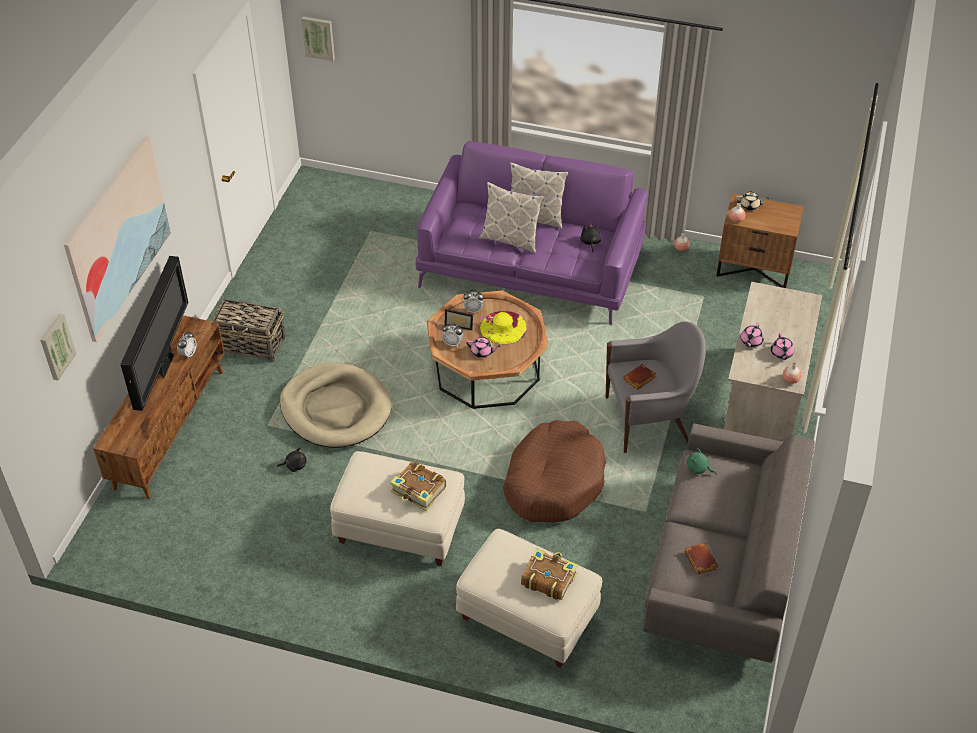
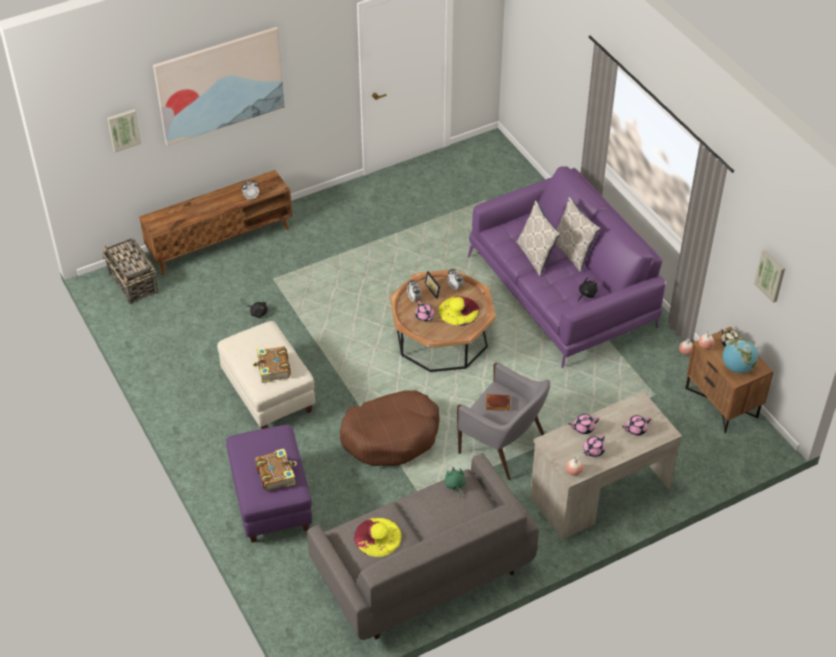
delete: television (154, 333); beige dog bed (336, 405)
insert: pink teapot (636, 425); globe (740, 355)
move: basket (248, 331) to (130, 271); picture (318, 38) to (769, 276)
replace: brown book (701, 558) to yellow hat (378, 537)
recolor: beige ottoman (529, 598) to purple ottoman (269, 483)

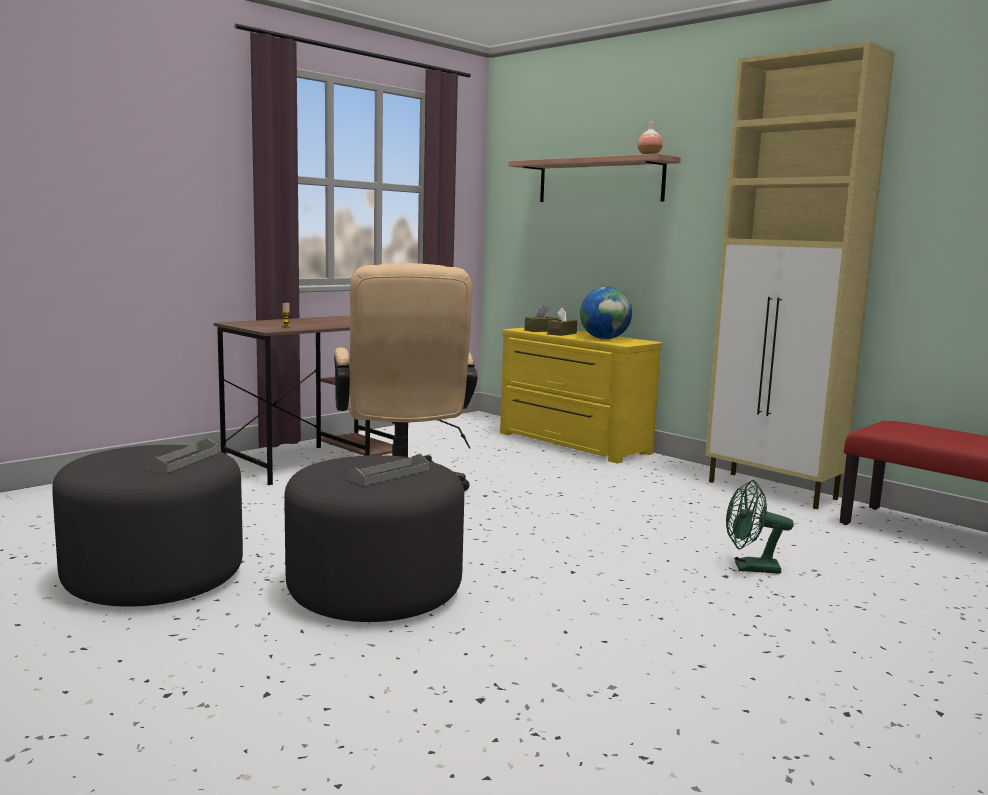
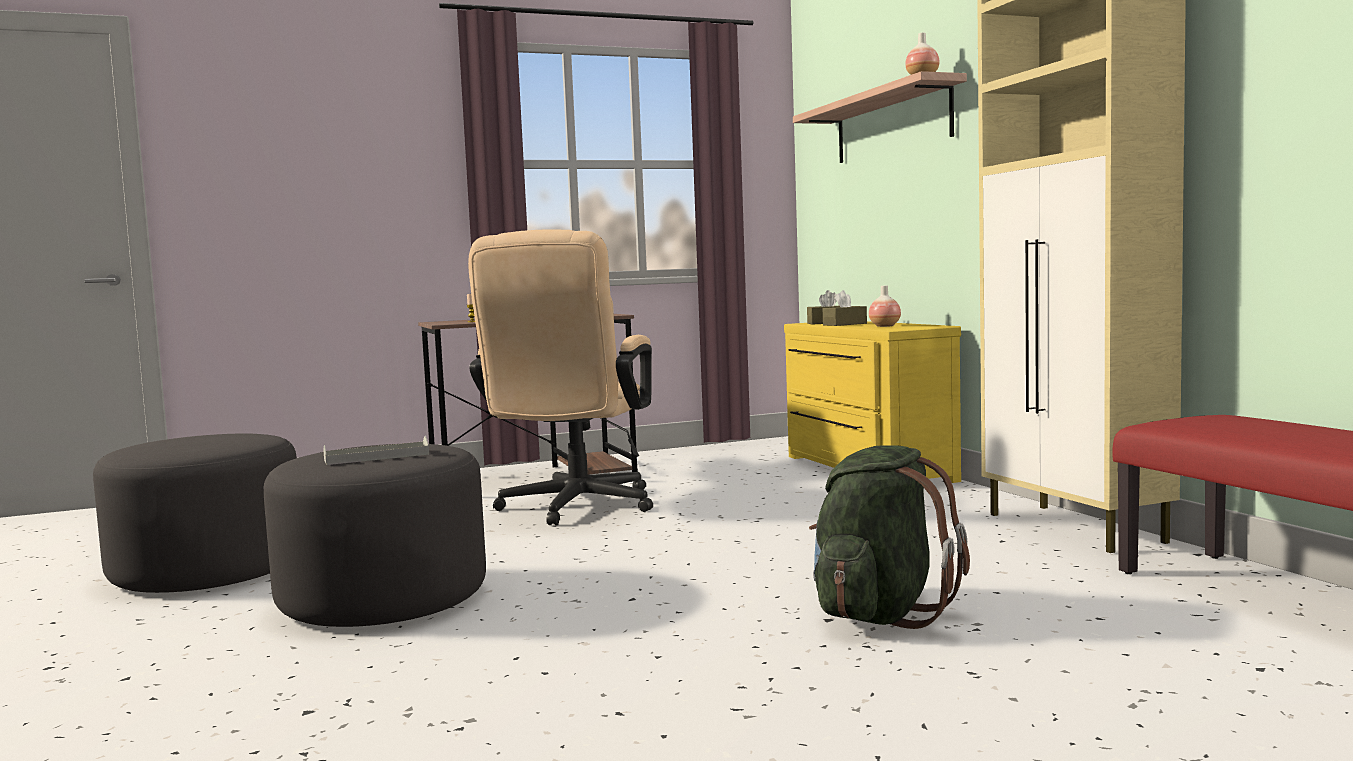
delete: grey tray (181, 455)
replace: globe (606, 313) to vase (885, 306); green fan (760, 527) to green backpack (889, 537)

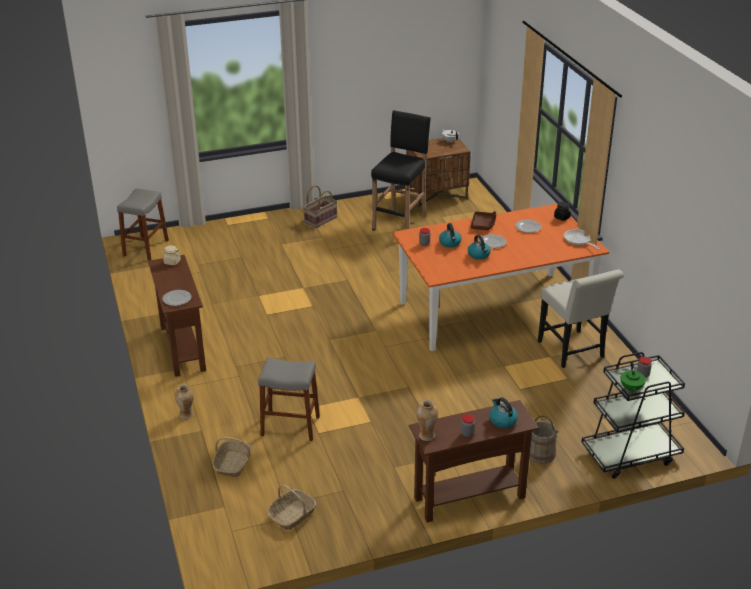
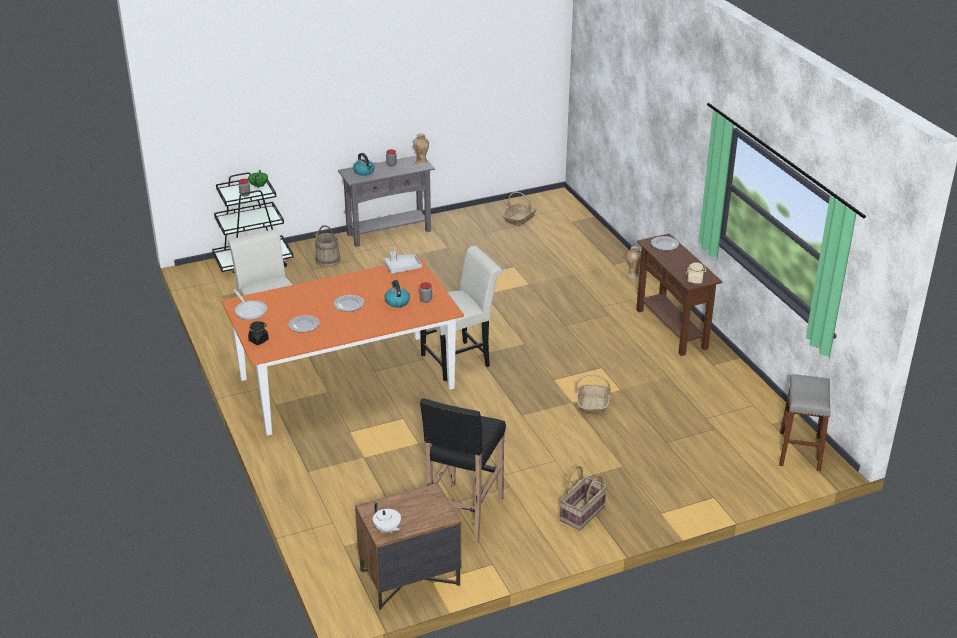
delete: grey stool (289, 399); kettle (479, 247); brown tray (483, 220)
insert: grey tray (403, 262); white chair (461, 313)
move: basket (232, 457) to (593, 394)
recolor: brown console table (474, 461) to grey console table (386, 201)

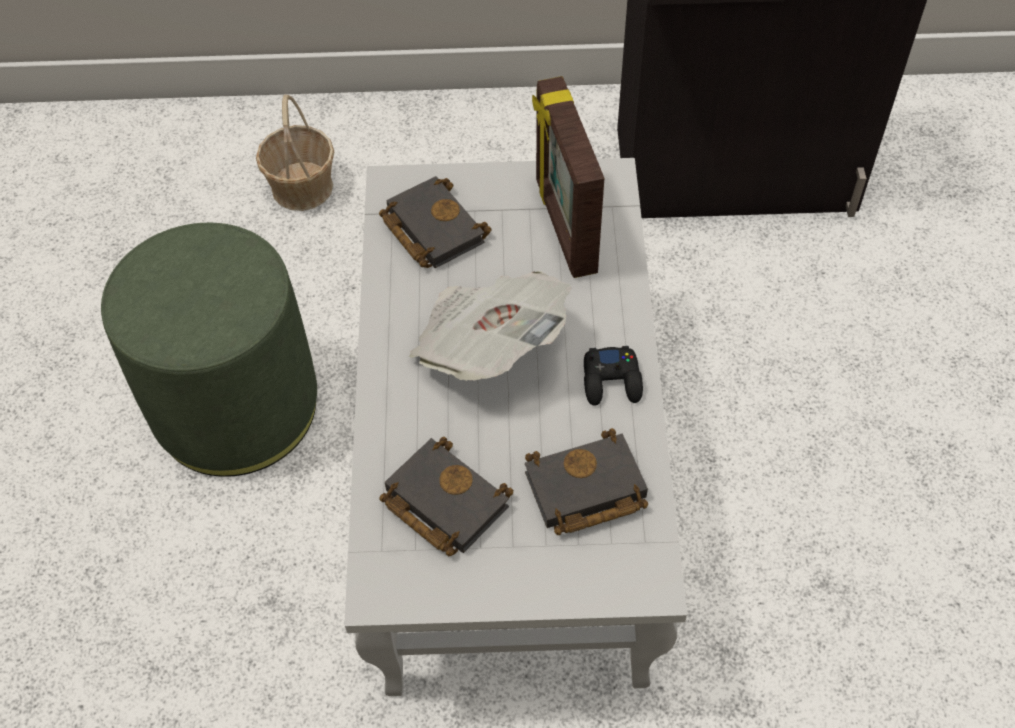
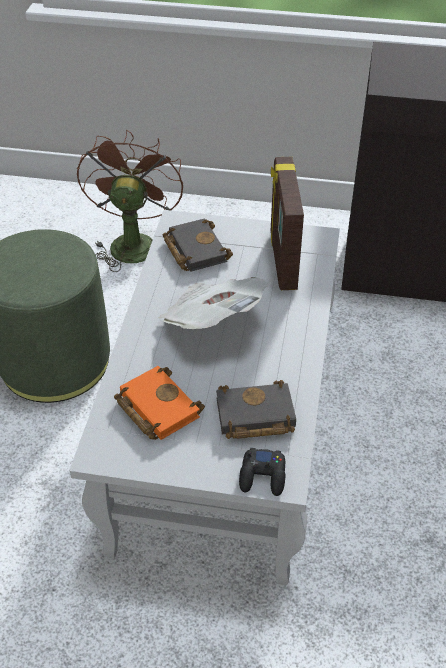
move: black game controller (613, 376) to (262, 472)
replace: basket (295, 153) to brown fan (130, 201)
recolor: black book (446, 496) to orange book (159, 403)

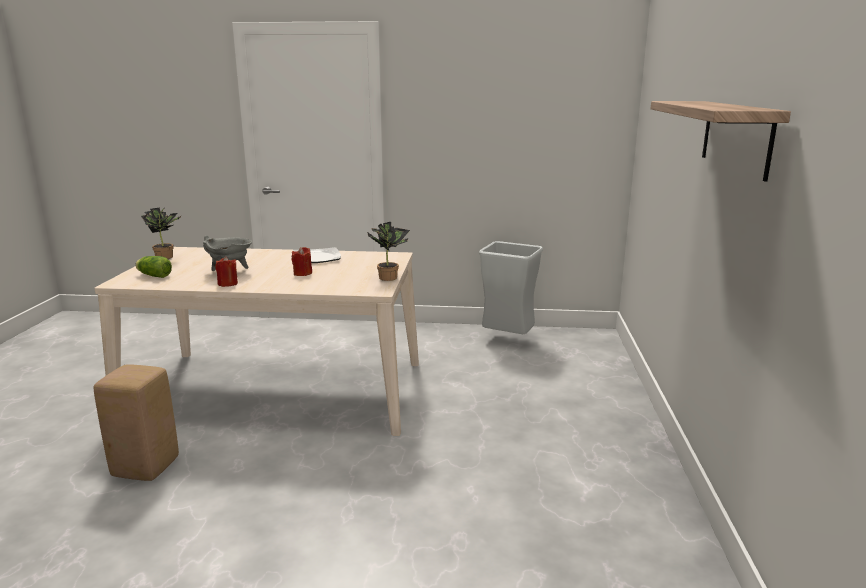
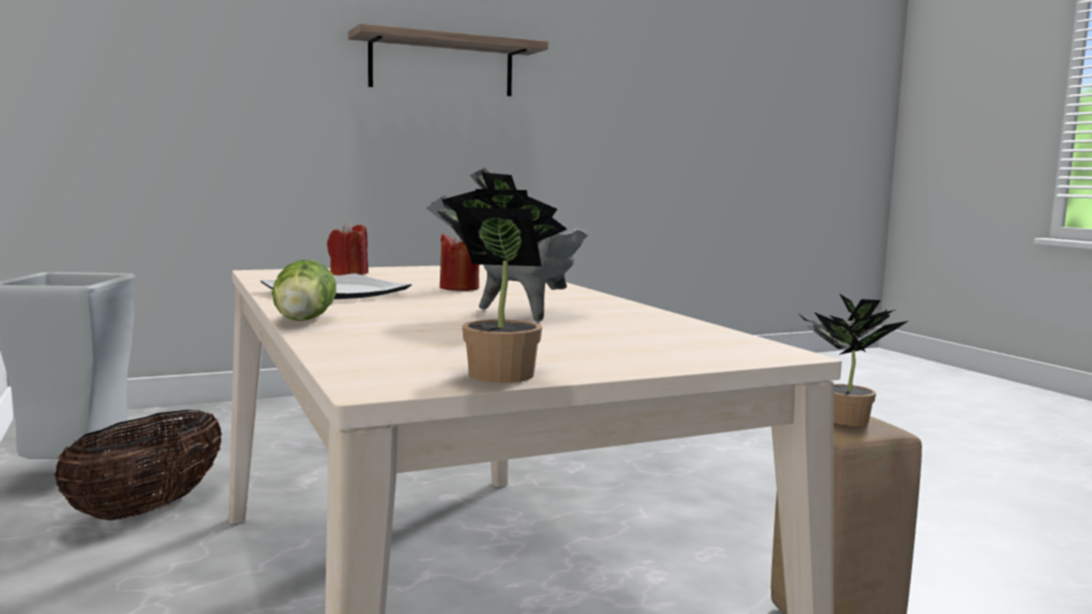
insert: basket (138, 465)
move: lettuce (153, 267) to (304, 290); red candle (226, 271) to (347, 248); potted plant (388, 251) to (852, 360)

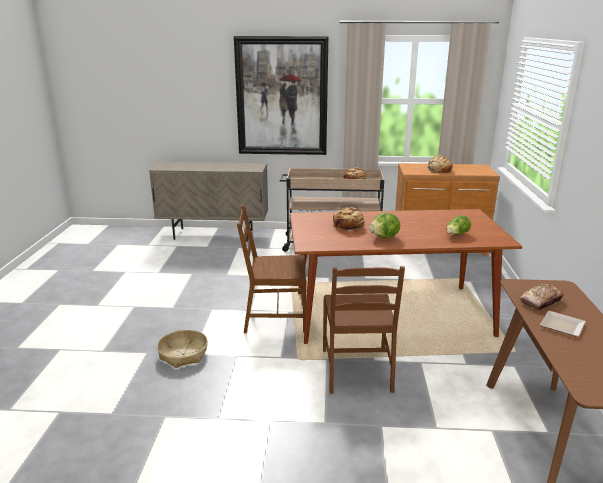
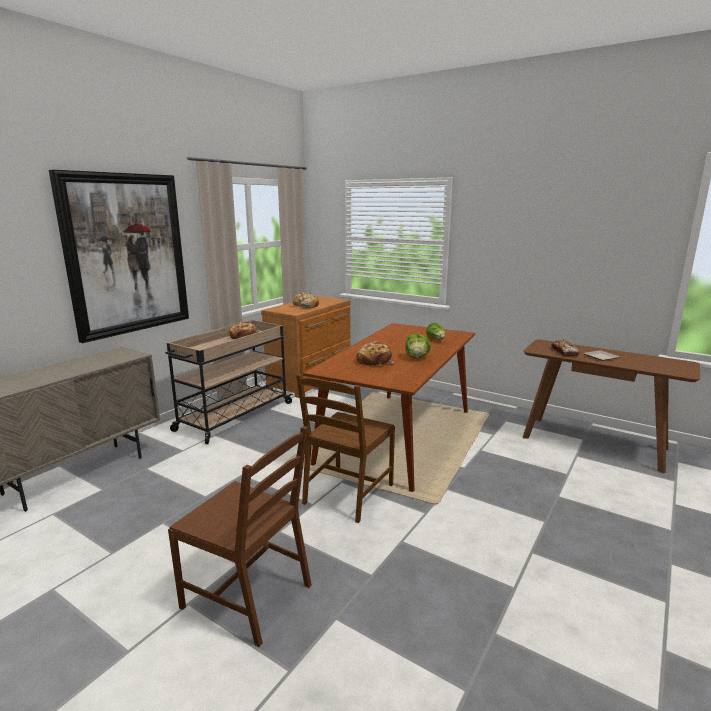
delete: basket (182, 349)
move: brown chair (364, 330) to (239, 536)

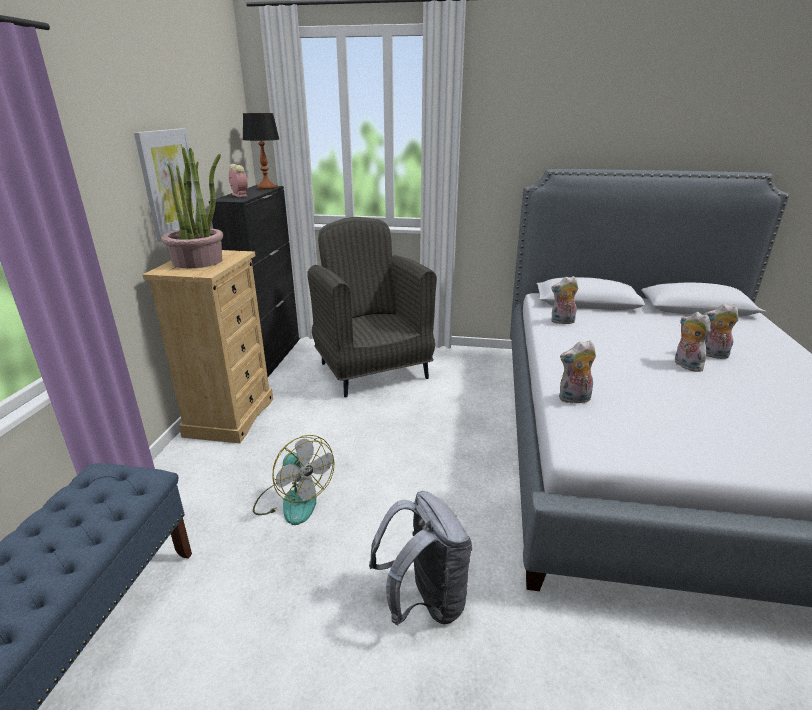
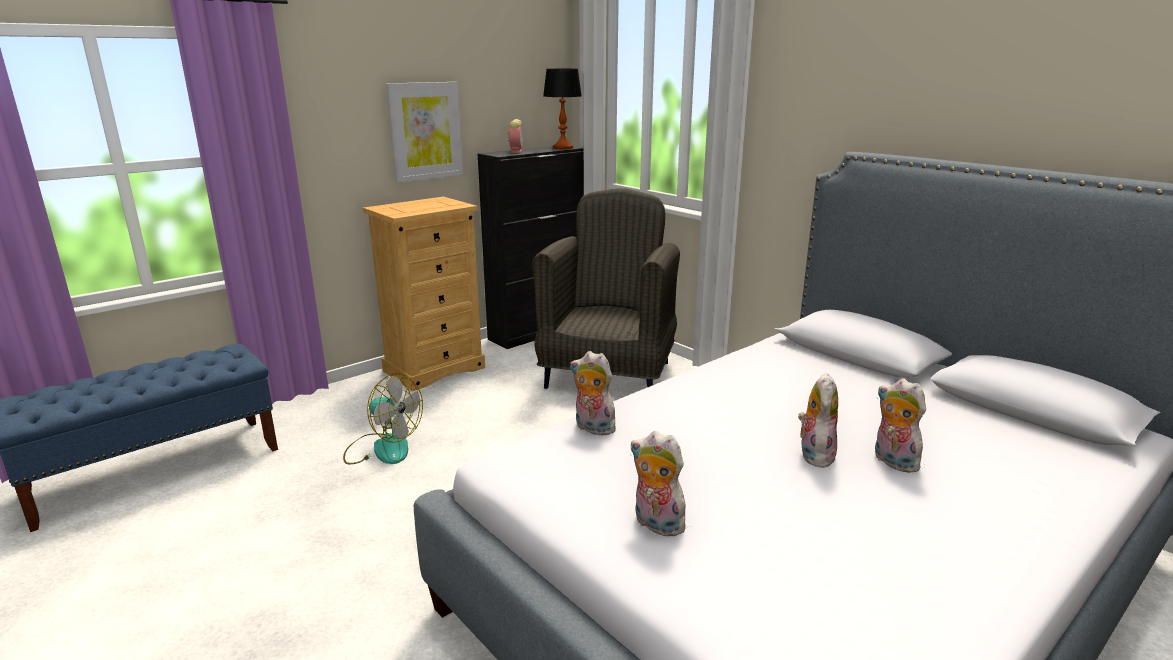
delete: potted plant (192, 208); grey backpack (420, 558)
move: plush toy (564, 300) to (661, 484)
rotate: fan (293, 480) = (383, 418) 60 degrees counterclockwise

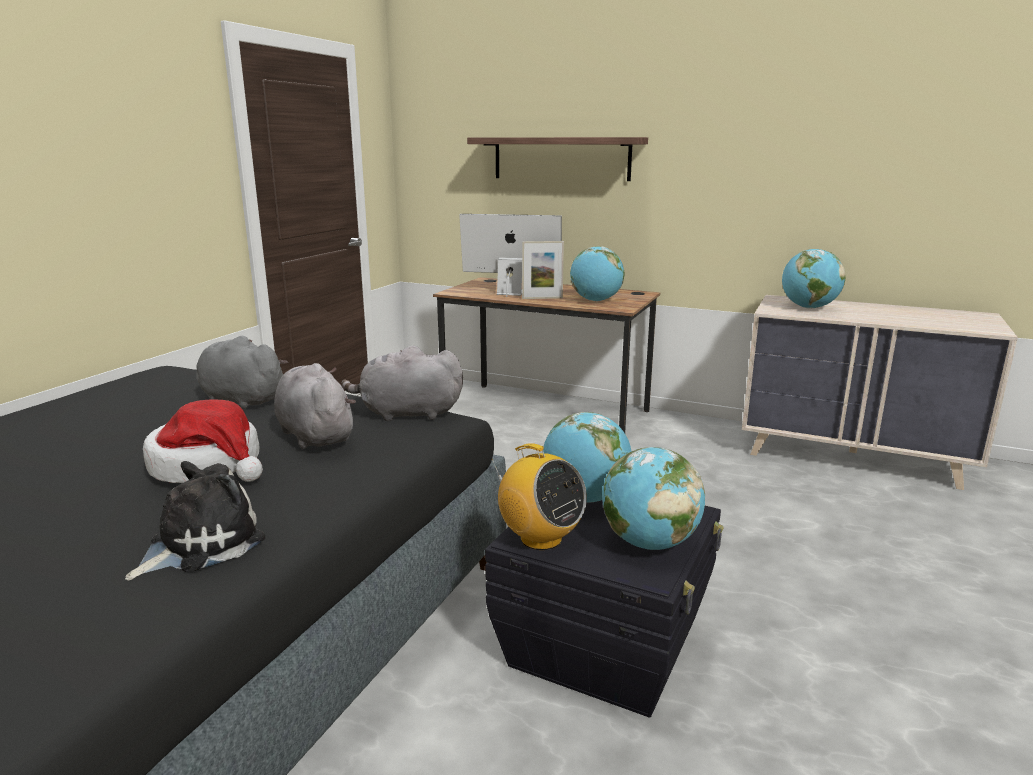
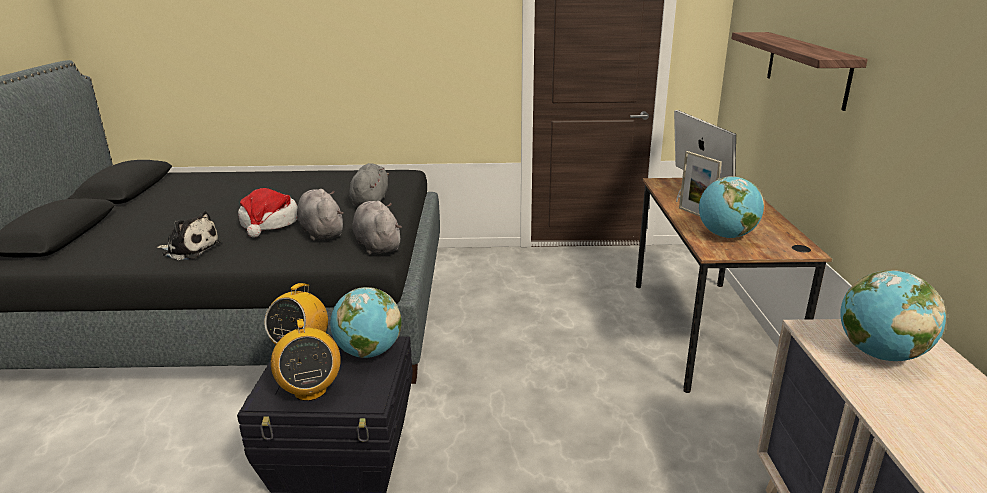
replace: globe (653, 498) to radio (306, 360)
rotate: grey plush toy (315, 406) = (320, 215) 60 degrees counterclockwise

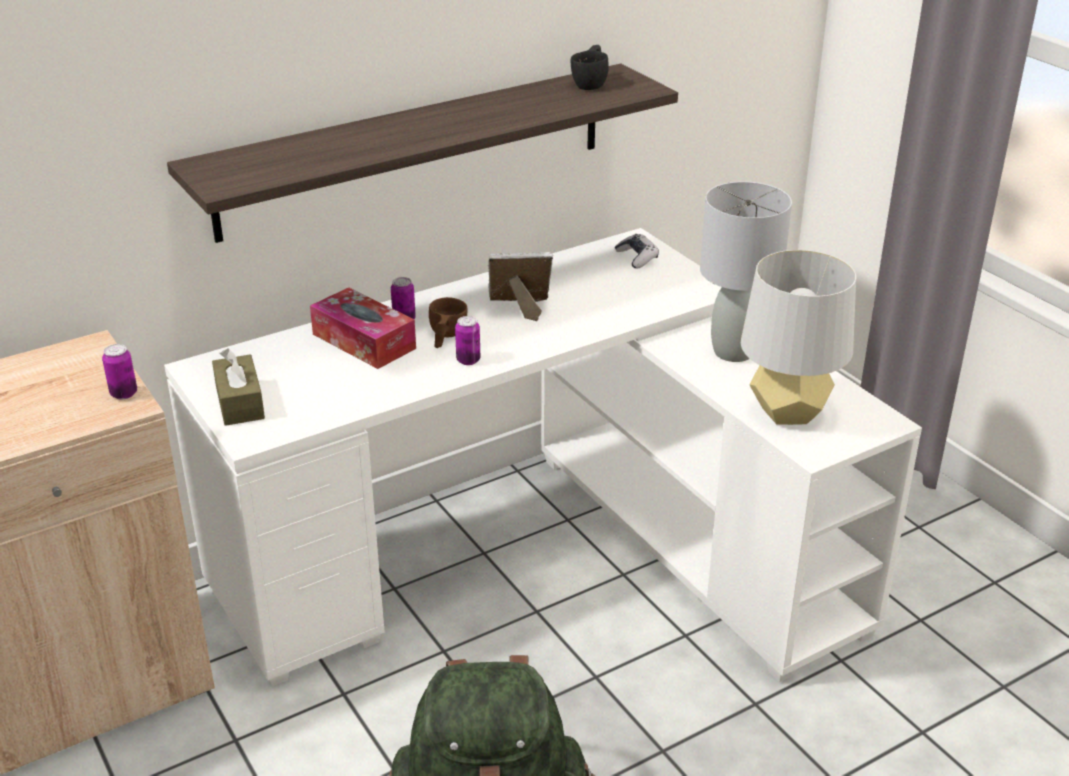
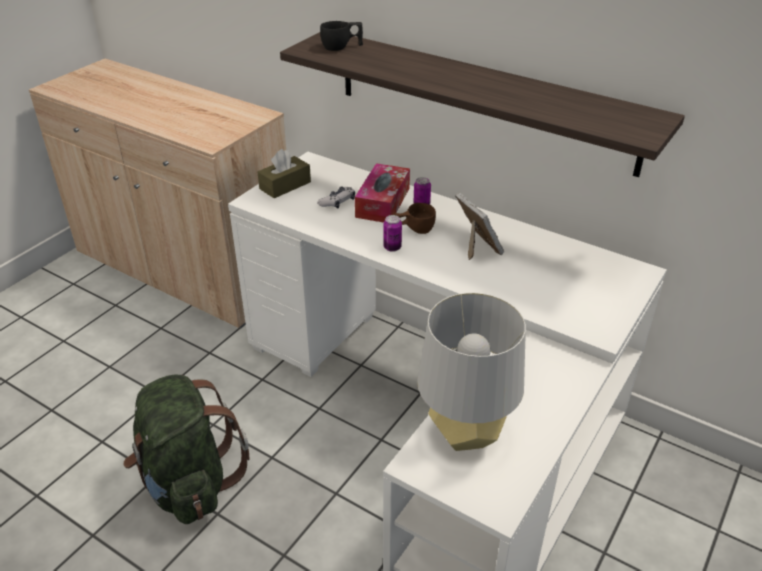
delete: can (119, 371); grey table lamp (746, 271)
move: black cup (590, 67) to (341, 36); game controller (637, 251) to (336, 198)

